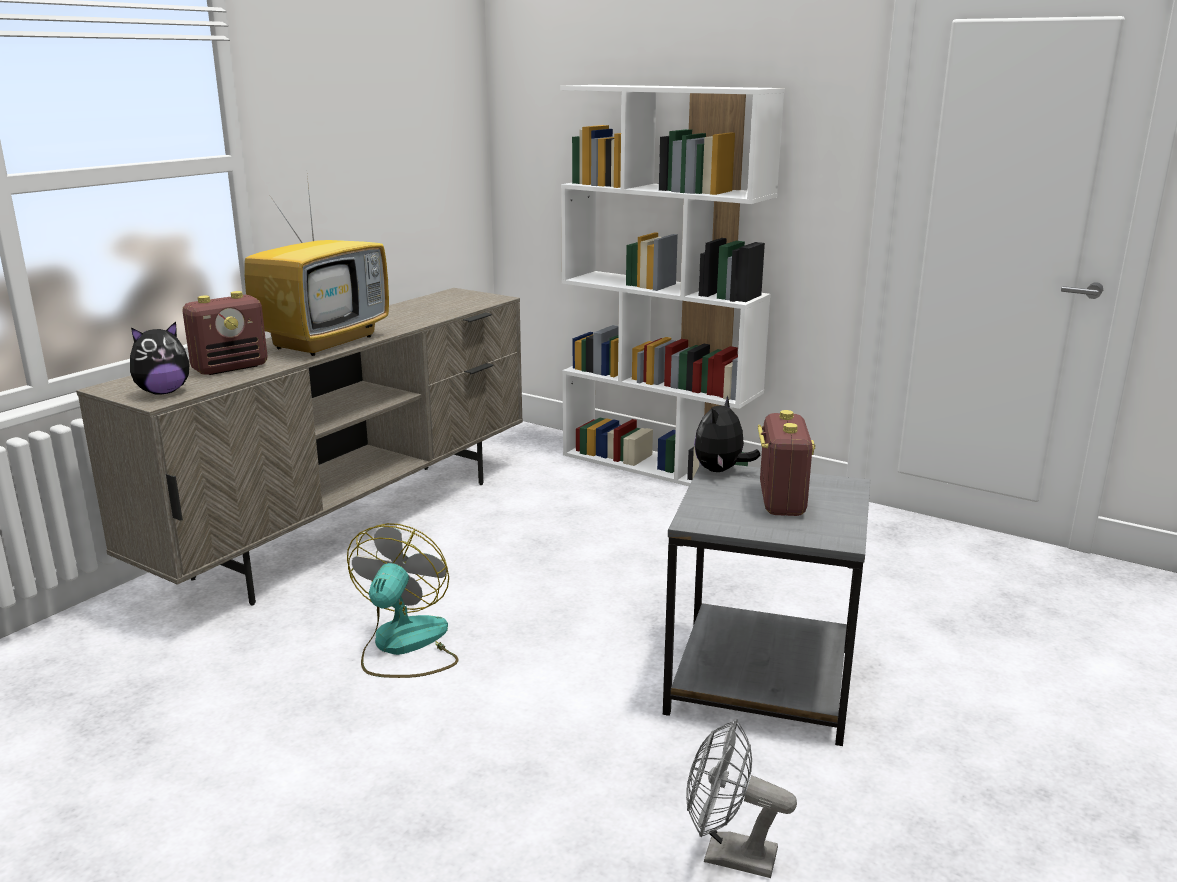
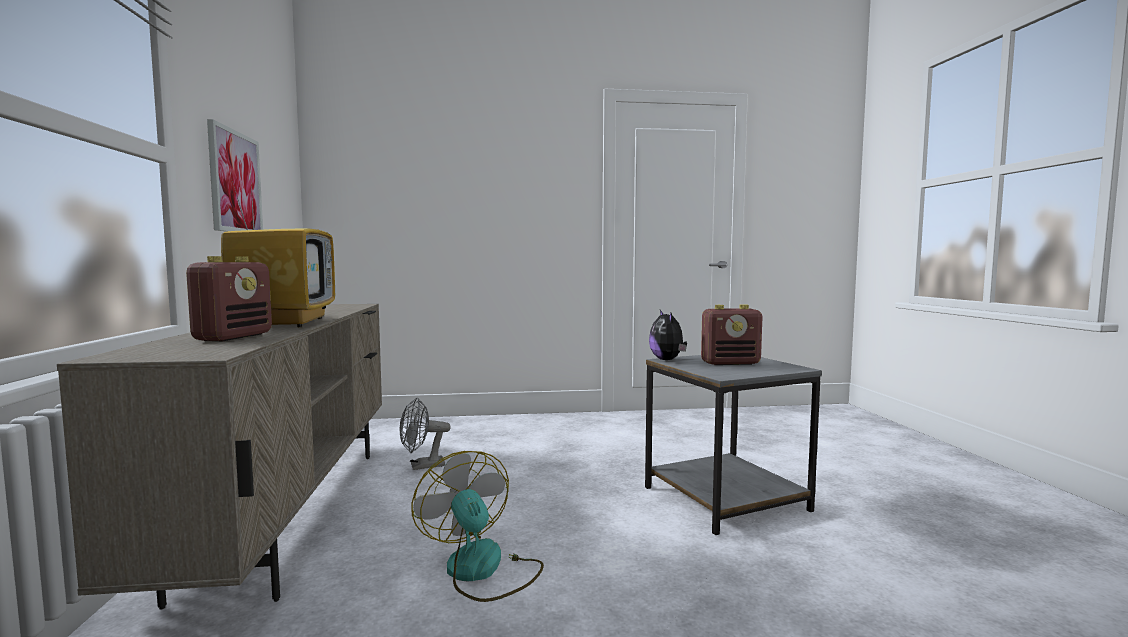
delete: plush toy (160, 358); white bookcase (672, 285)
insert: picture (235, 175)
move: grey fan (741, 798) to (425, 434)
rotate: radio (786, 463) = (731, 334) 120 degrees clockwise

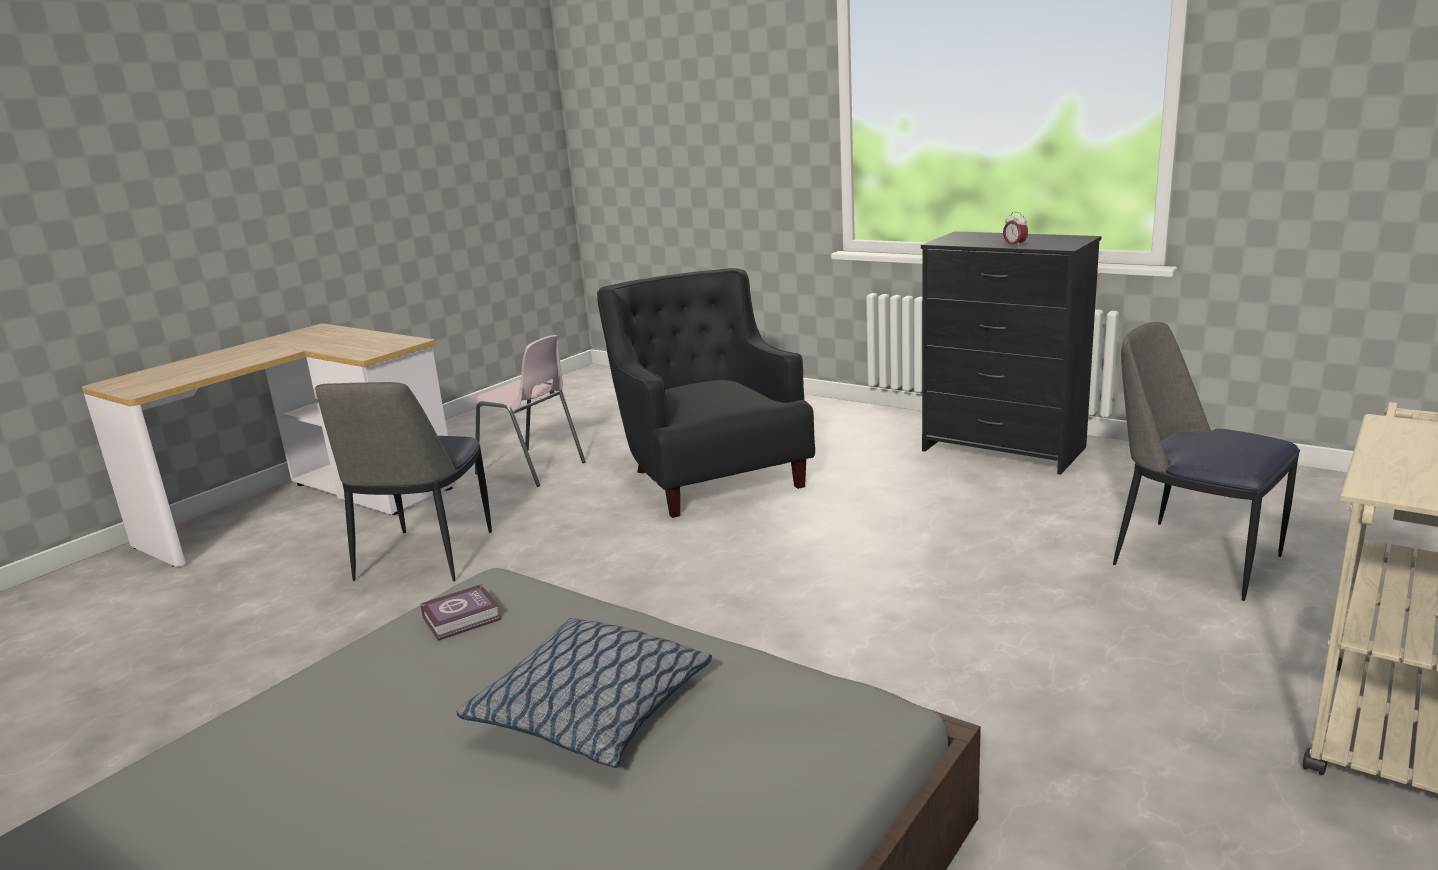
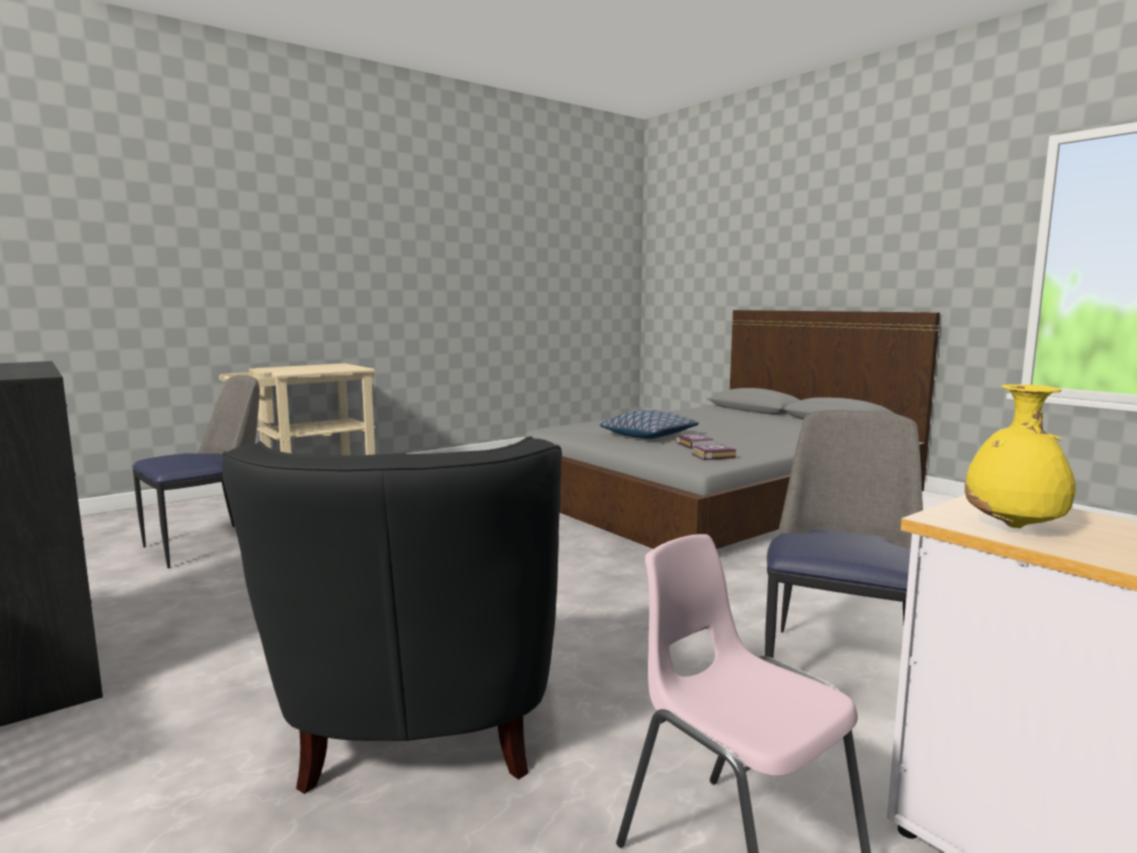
delete: alarm clock (1015, 230)
insert: book (695, 441); yellow vase (1020, 456)
rotate: chair (1206, 461) = (196, 471) 105 degrees counterclockwise

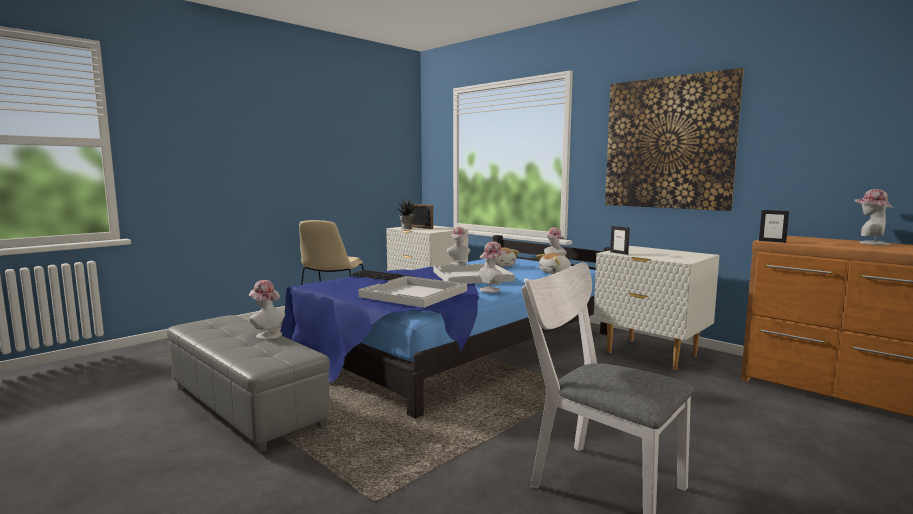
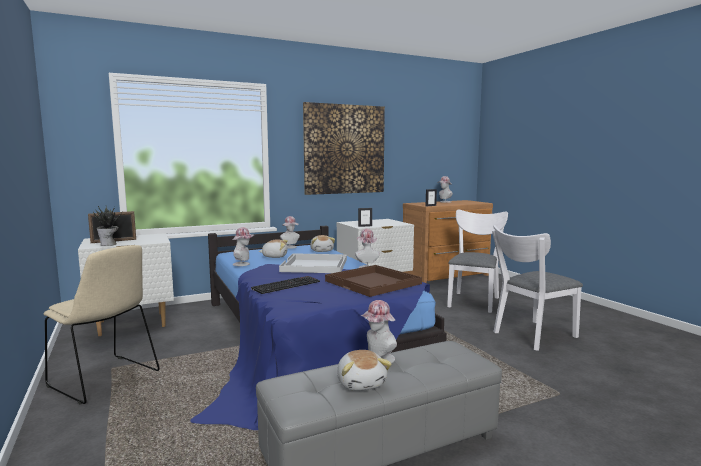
insert: plush toy (364, 370); white chair (477, 261)
recolor: white tray (412, 292) to brown tray (373, 281)

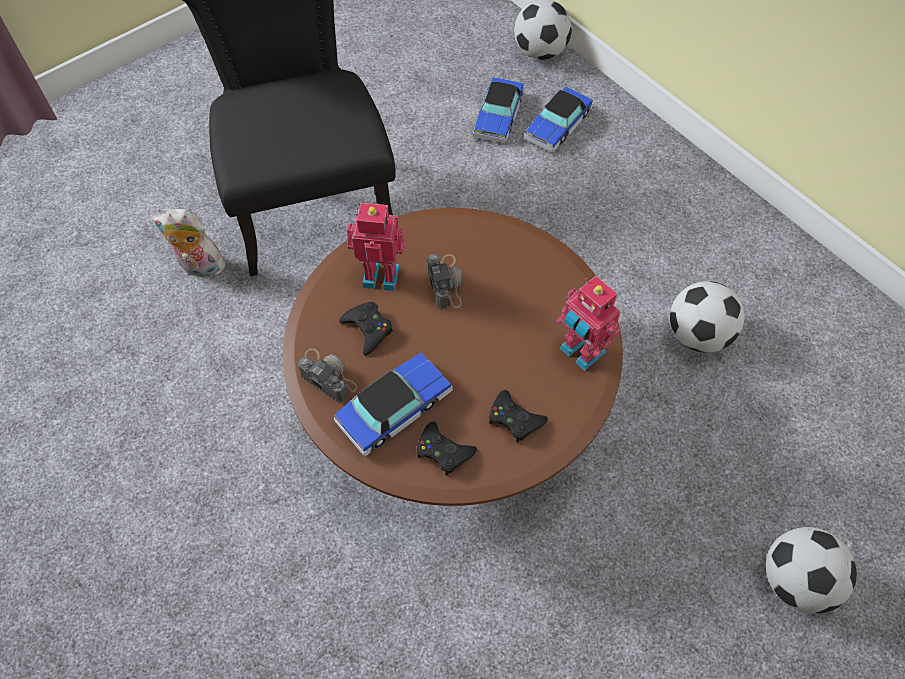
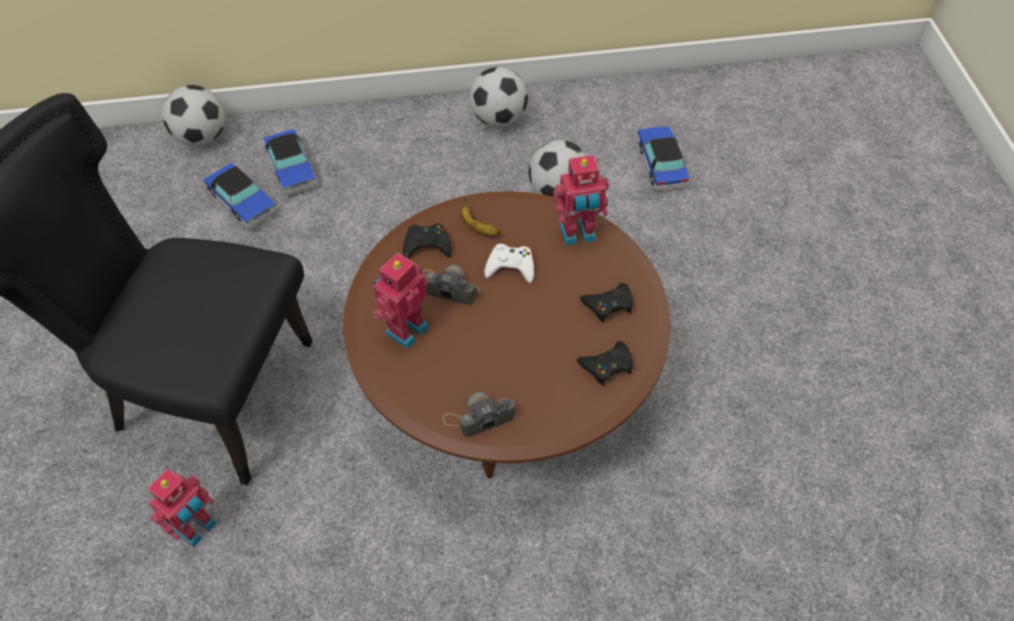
insert: banana (480, 216); white game controller (509, 263)
move: toy car (393, 405) to (662, 158); black game controller (366, 329) to (427, 241); football (811, 570) to (498, 97)
replace: plush toy (189, 243) to toy robot (182, 508)

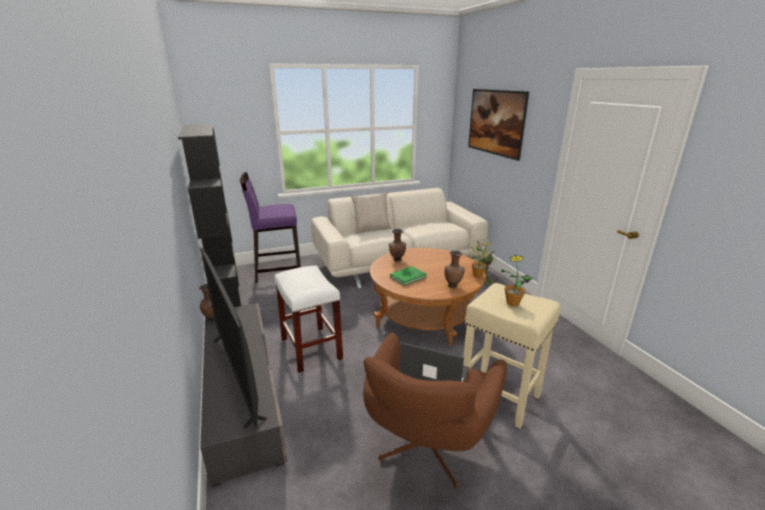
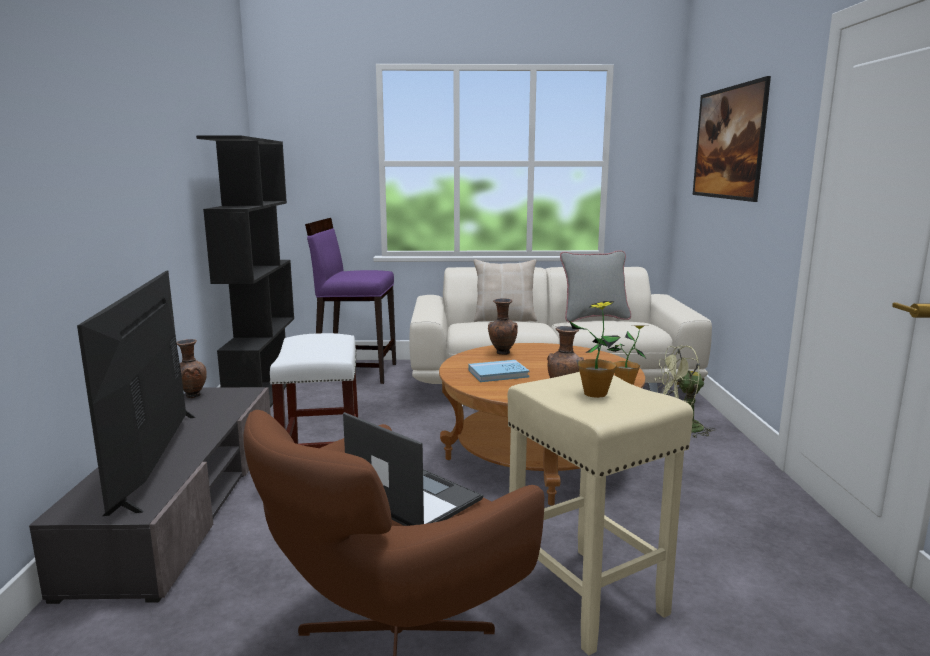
insert: grey pillow (595, 286)
recolor: green book (408, 276) to blue book (499, 371)

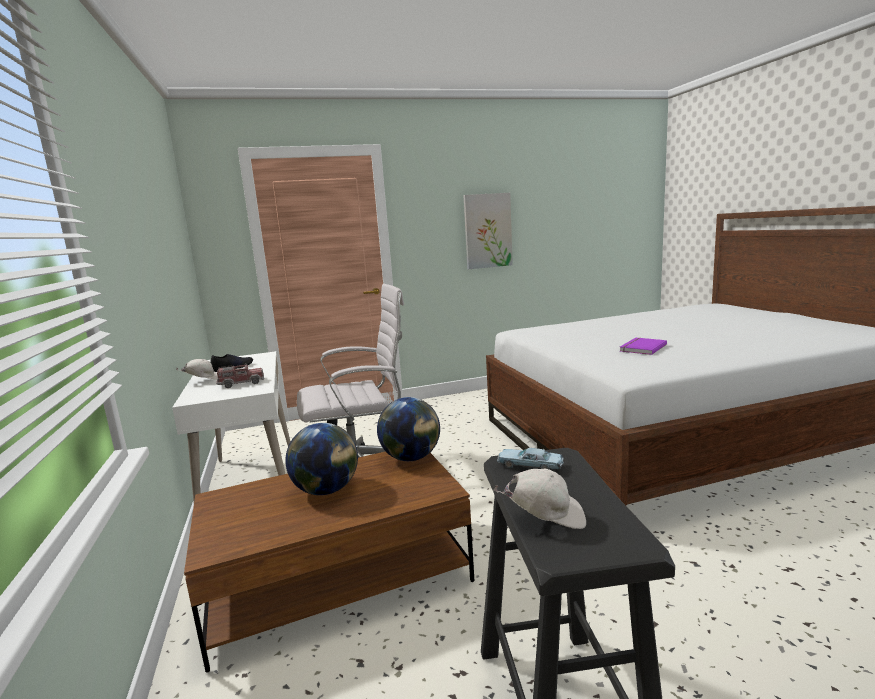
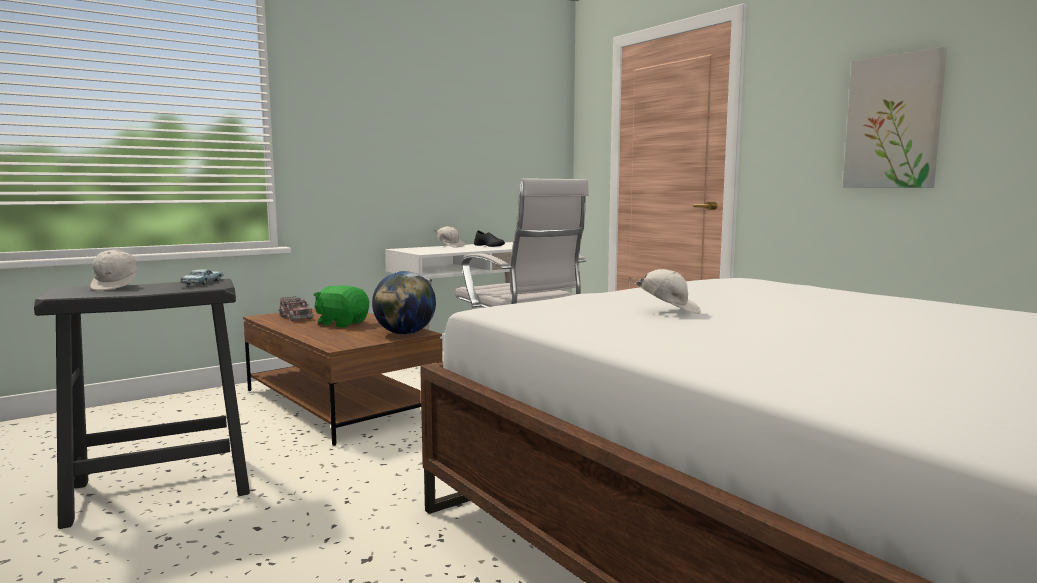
move: toy truck (240, 375) to (296, 309)
replace: globe (321, 459) to green plush toy (341, 306); purple book (643, 346) to white cap (664, 291)

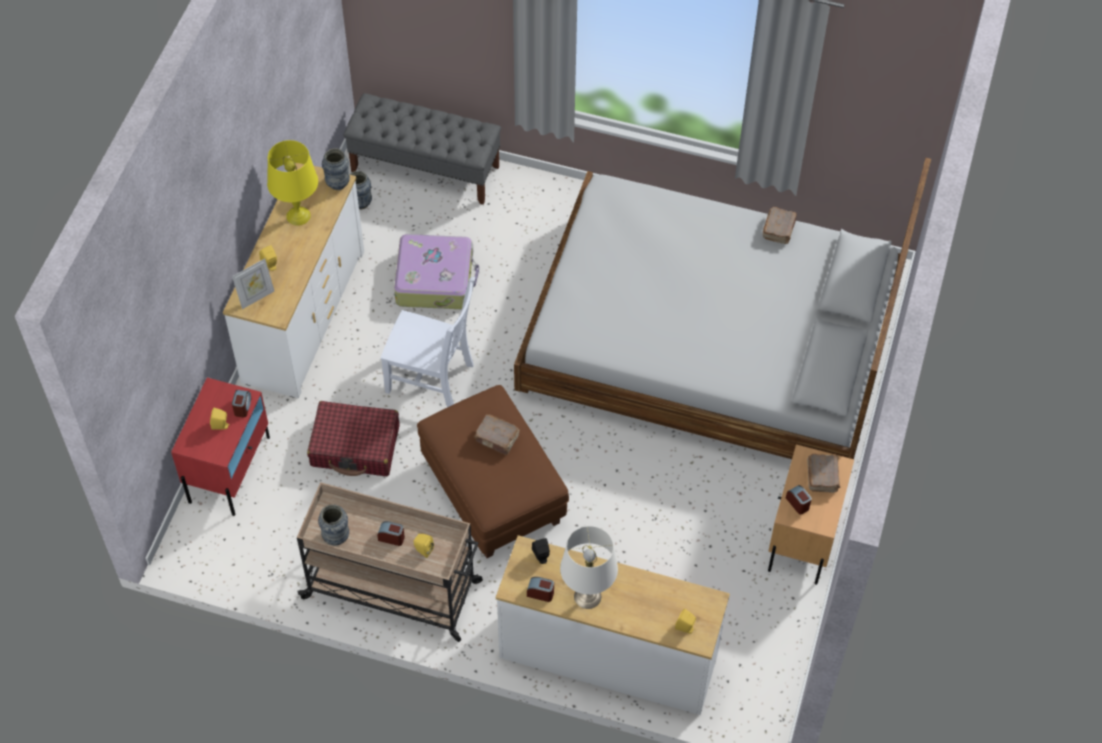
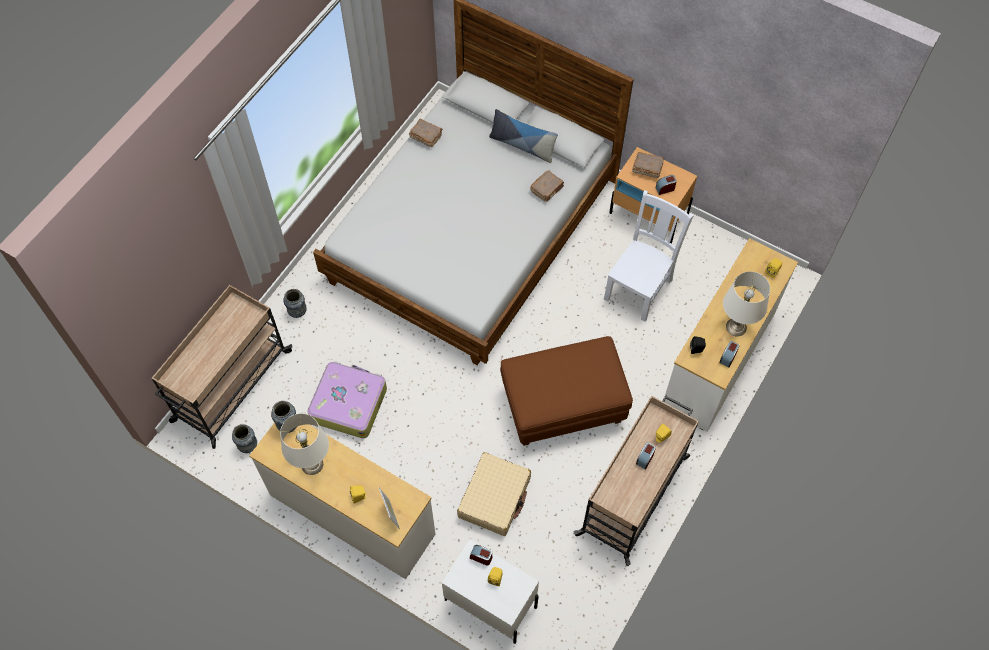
insert: pillow (523, 136)
move: vase (333, 524) to (295, 303); white chair (428, 342) to (649, 256); brown book (497, 434) to (547, 186)
replace: grey bench (422, 149) to beige cart (221, 367)
recolor: red nightstand (220, 447) to white nightstand (490, 592); yellow table lamp (292, 183) to white table lamp (304, 444); red suitcase (353, 438) to beige suitcase (494, 494)

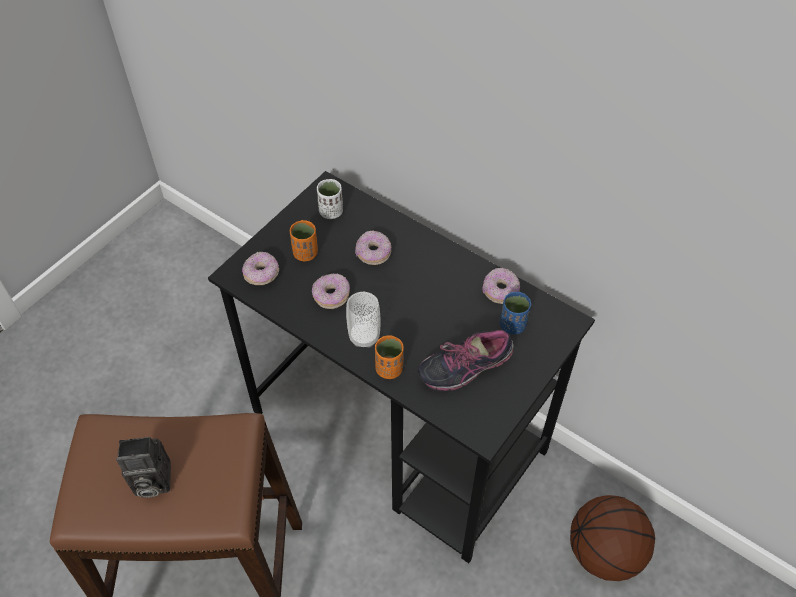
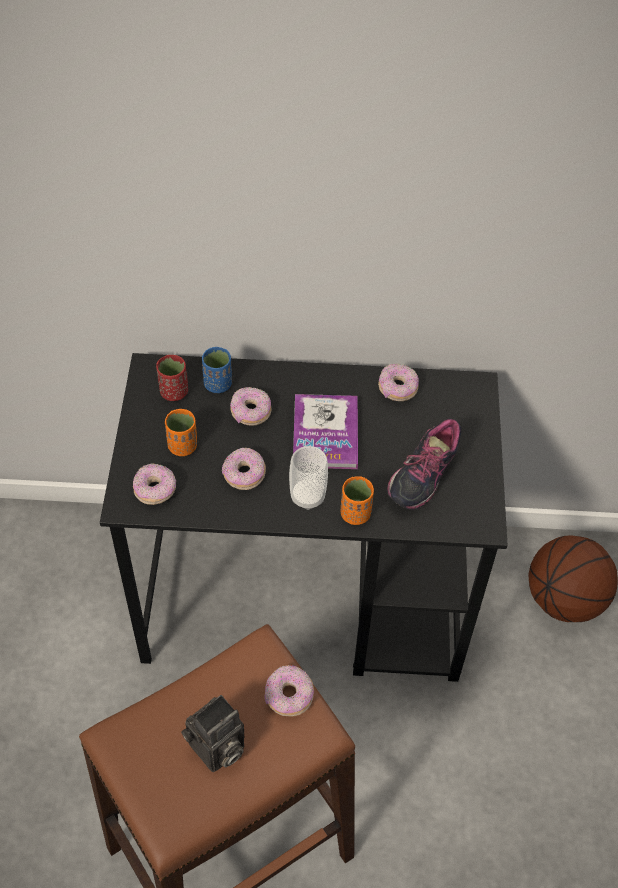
insert: donut (289, 691); book (325, 431)
move: blue cup (515, 313) to (217, 370)
recolor: white cup (330, 199) to red cup (172, 378)

